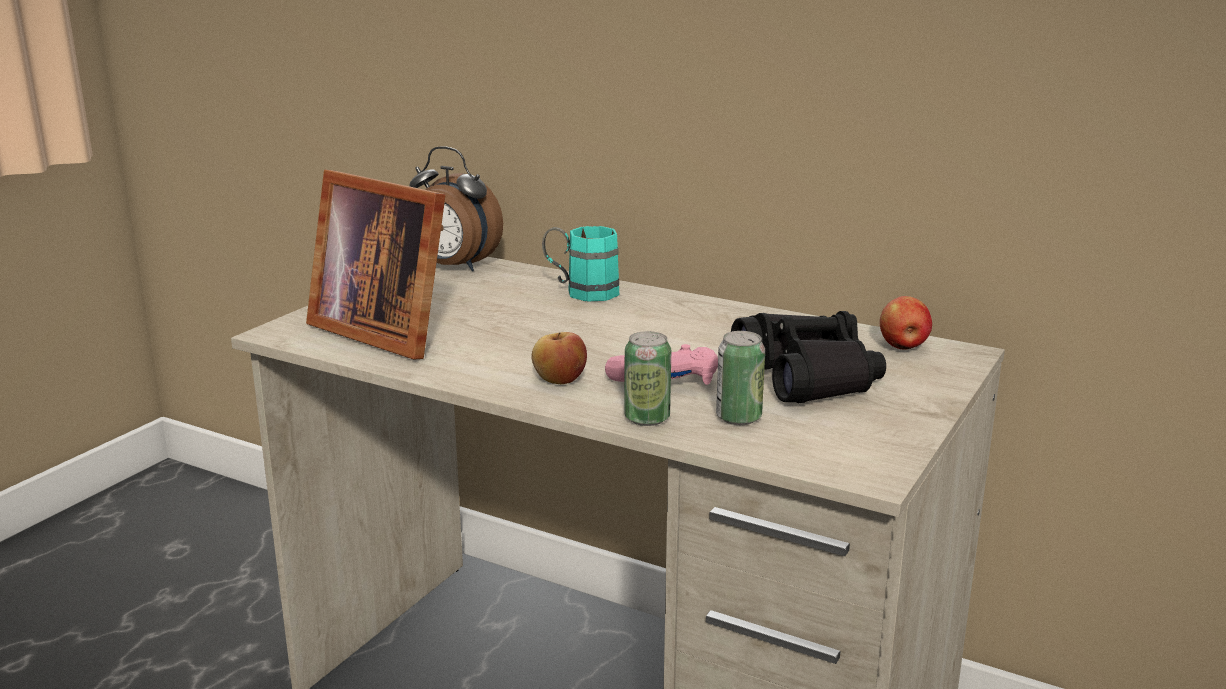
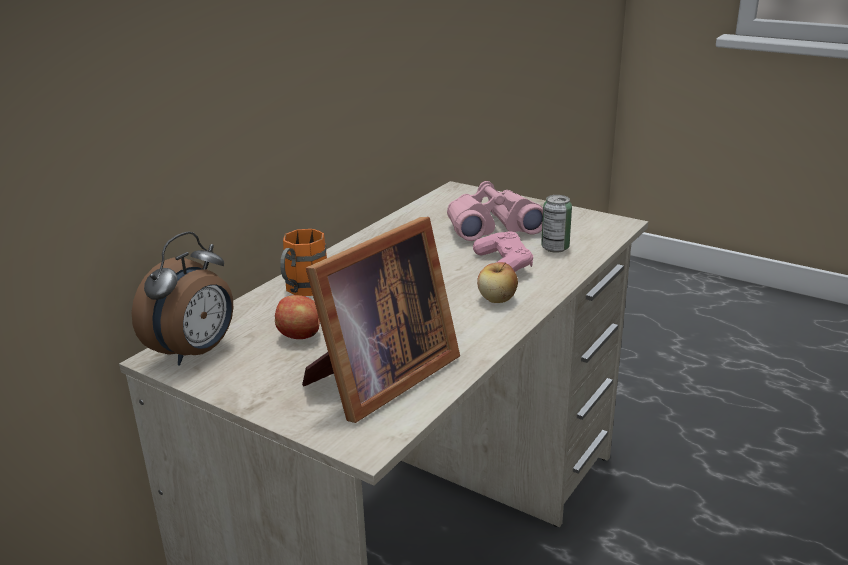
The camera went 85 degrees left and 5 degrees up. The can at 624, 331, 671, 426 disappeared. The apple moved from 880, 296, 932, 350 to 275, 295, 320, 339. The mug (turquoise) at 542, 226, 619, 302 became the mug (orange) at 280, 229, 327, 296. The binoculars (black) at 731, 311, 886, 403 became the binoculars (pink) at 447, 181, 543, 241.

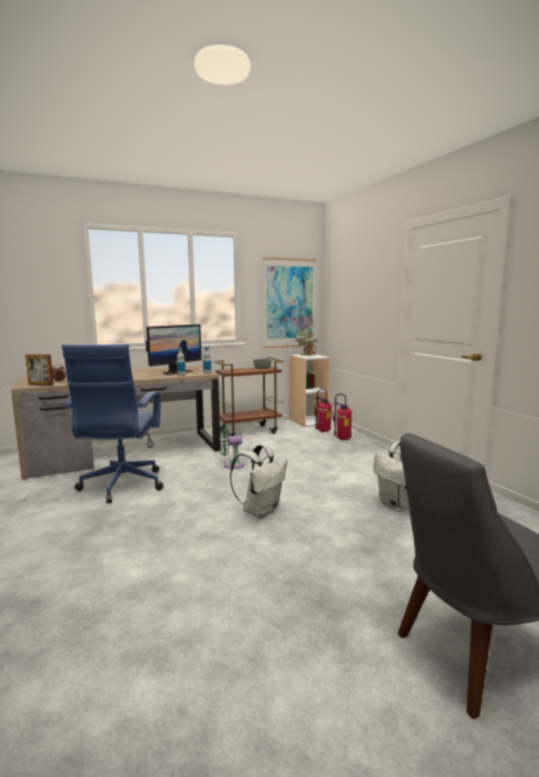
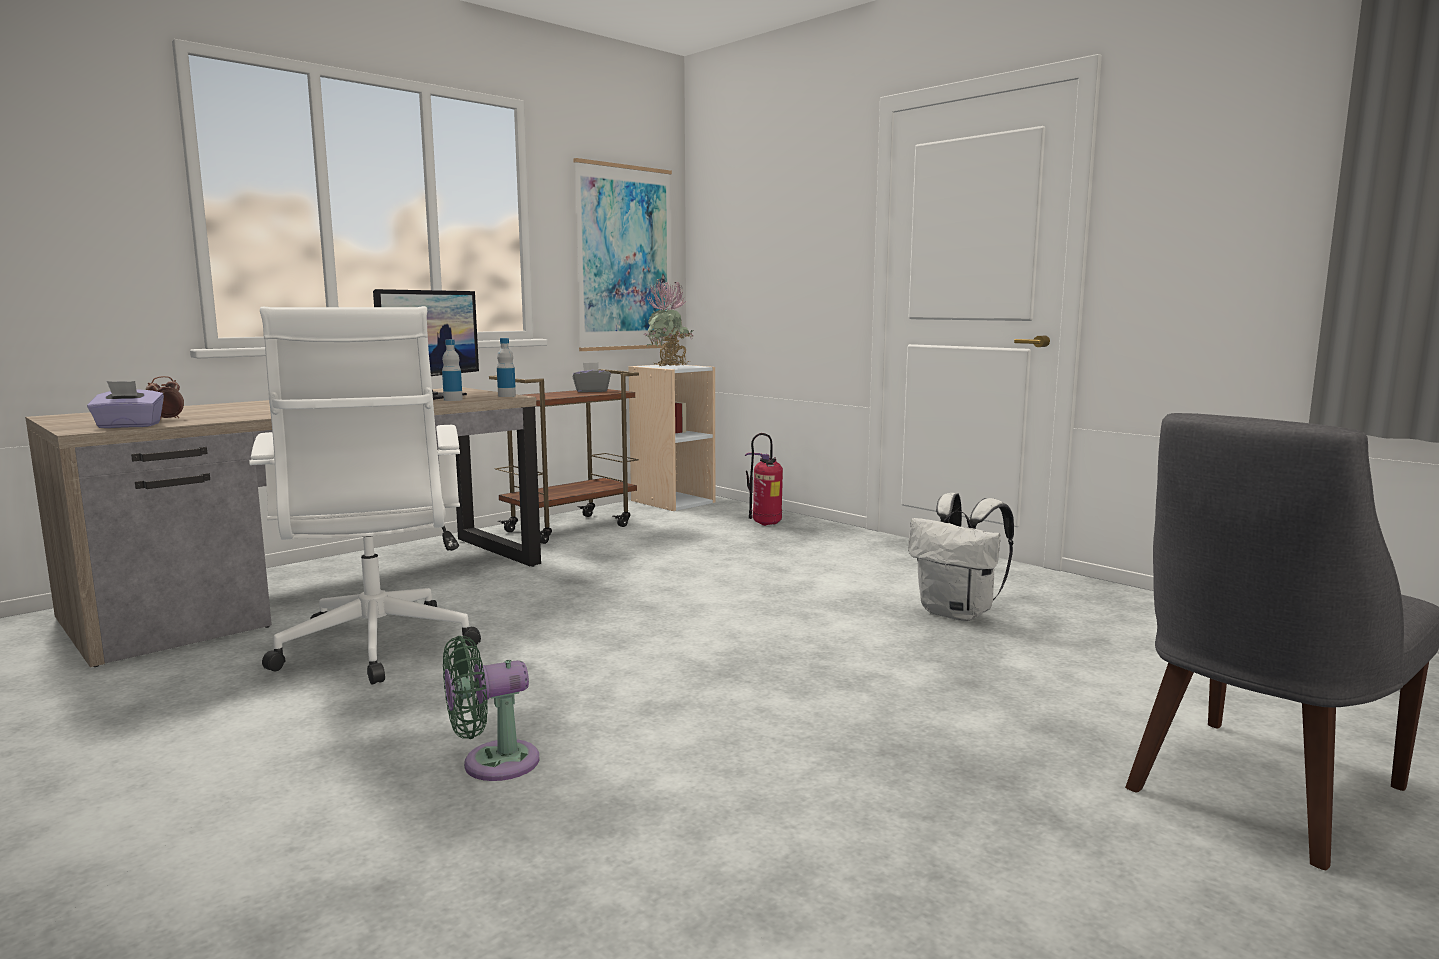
The camera went 20 degrees left and 0 degrees up. The backpack (white) at 230, 444, 287, 519 disappeared. The fire extinguisher at 314, 388, 332, 432 disappeared. The fan (green) moved from 220, 427, 245, 469 to 443, 636, 539, 781. The picture frame at 25, 355, 54, 385 was replaced by the tissue box (purple) at 87, 381, 164, 428. The office chair (blue) at 62, 344, 163, 504 became the office chair (white) at 249, 306, 481, 685.

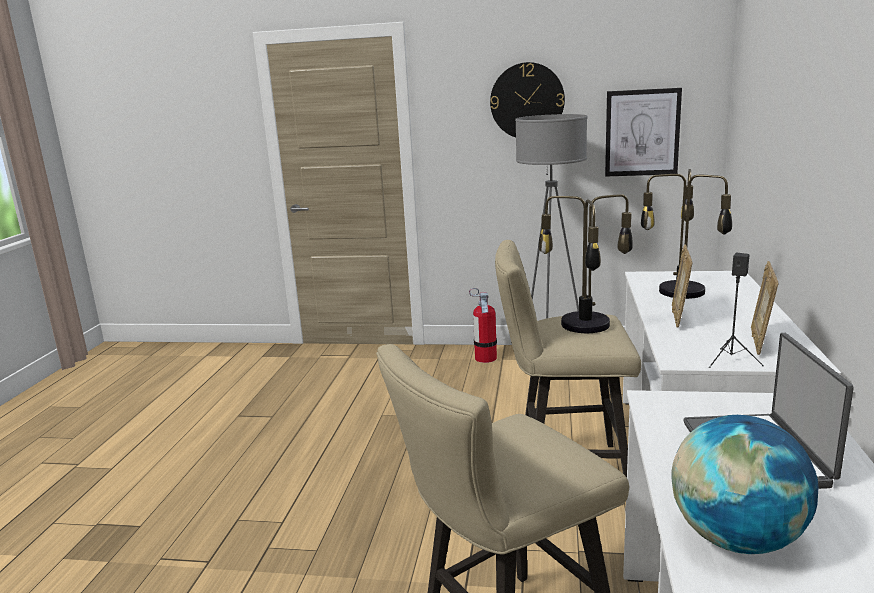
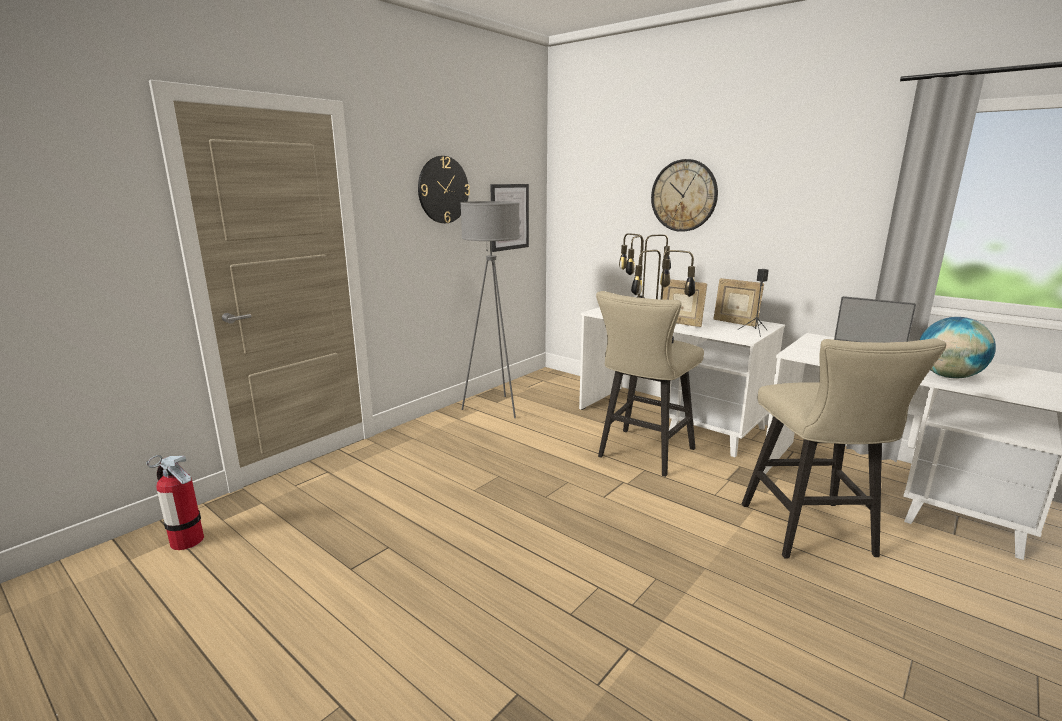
The camera went 60 degrees left and 0 degrees up. The wall clock at 651, 159, 718, 232 appeared. The fire extinguisher moved from 469, 288, 497, 363 to 147, 455, 204, 550.

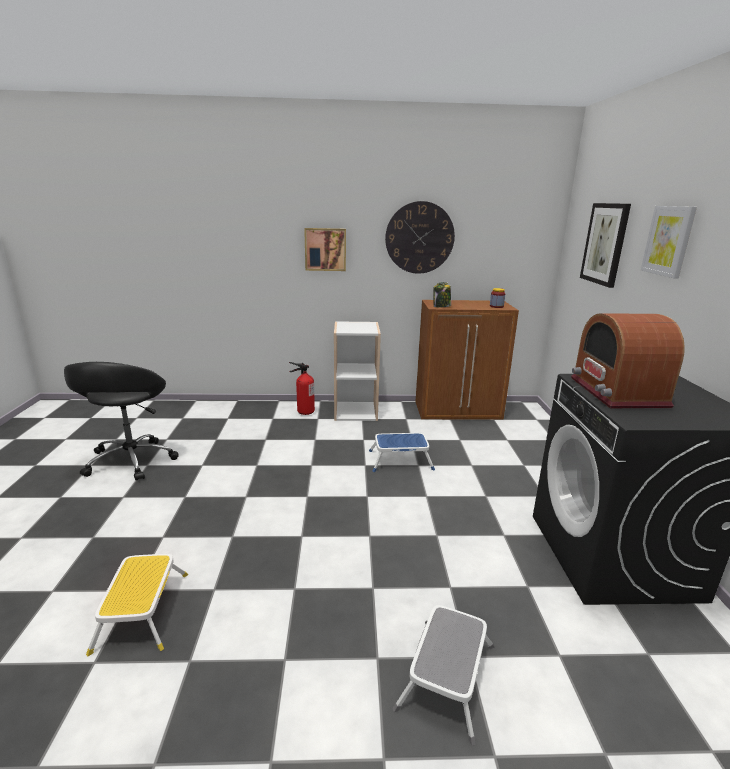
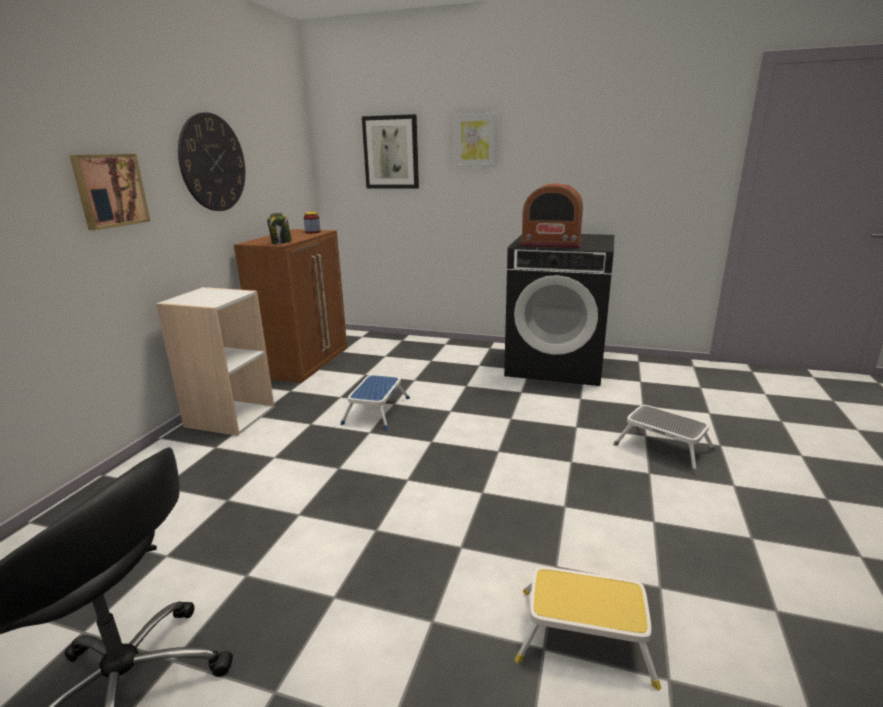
The camera went 70 degrees left and 0 degrees up. The fire extinguisher at 289, 362, 315, 415 disappeared.

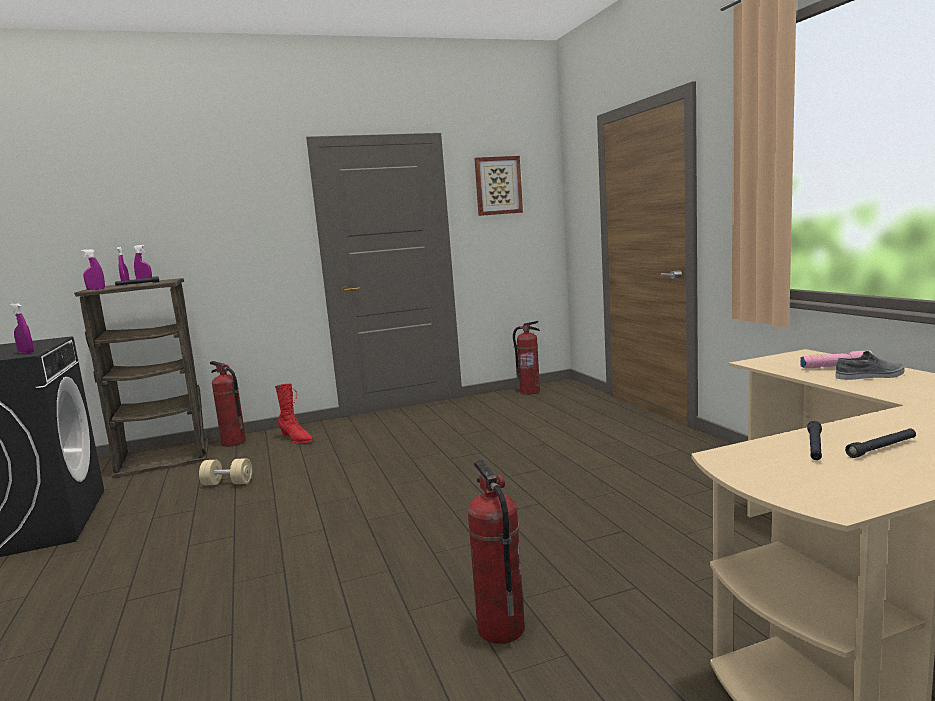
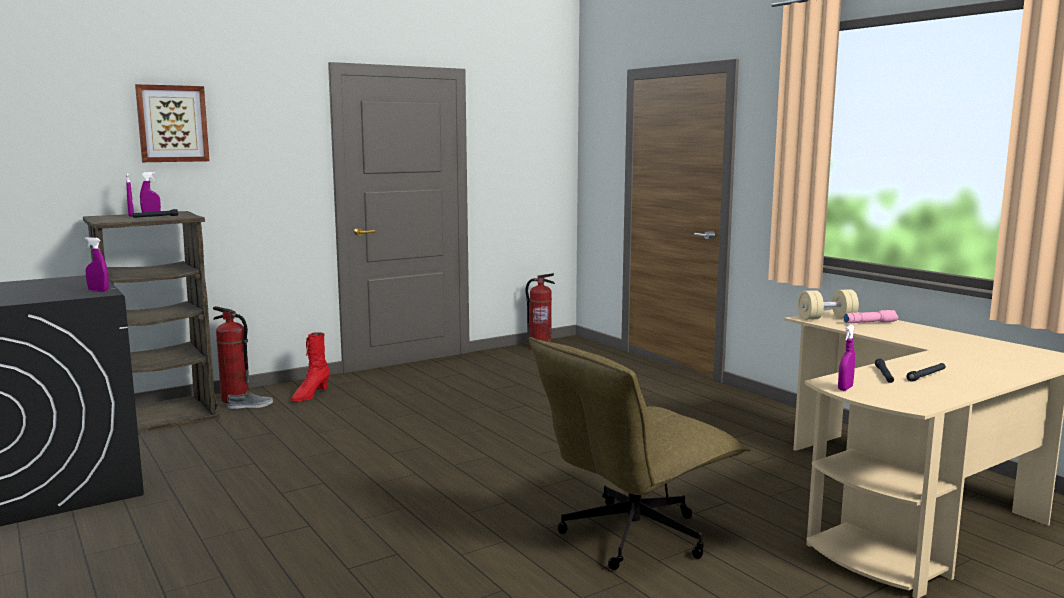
The camera went 15 degrees left and 0 degrees up. The spray bottle (purple) moved from 81, 249, 105, 290 to 838, 325, 855, 391. The dumbbell (beige) moved from 199, 458, 252, 485 to 798, 289, 859, 320. The picture moved from 474, 156, 523, 216 to 135, 84, 210, 162. The shoe (grey) moved from 836, 351, 905, 380 to 227, 391, 273, 409. The fire extinguisher at 468, 459, 525, 644 was replaced by the office chair (beige) at 528, 337, 750, 570. The boot (red) at 275, 384, 313, 444 turned 90 degrees clockwise.

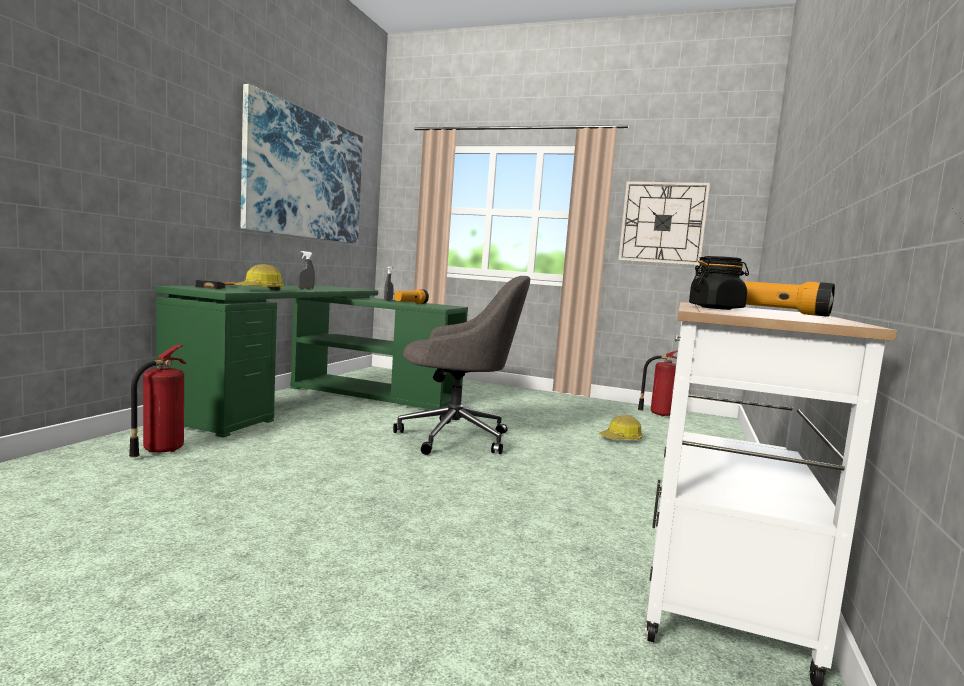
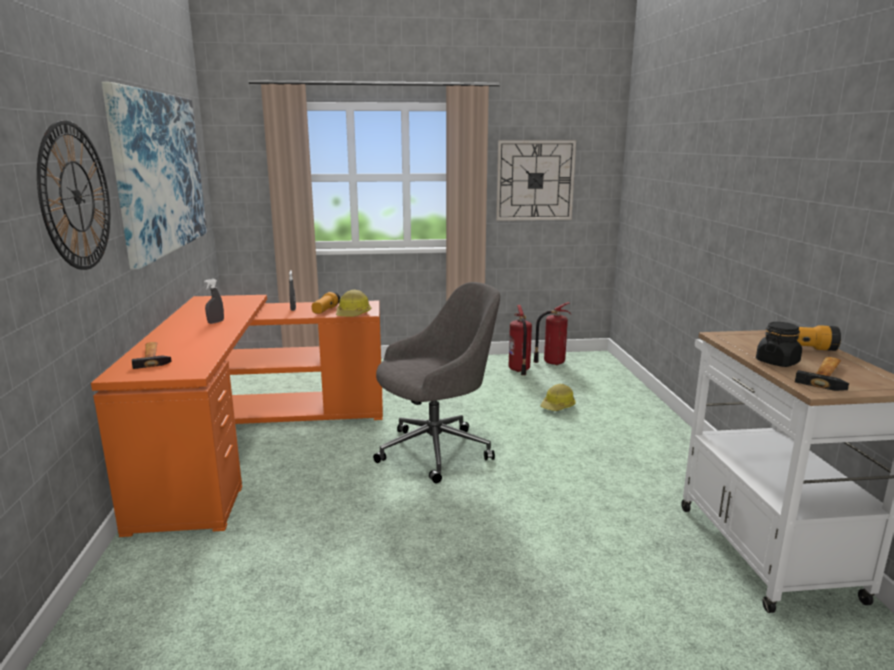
The camera went 25 degrees left and 10 degrees up. The wall clock at 37, 120, 110, 270 appeared. The hammer at 795, 357, 849, 391 appeared. The fire extinguisher moved from 129, 344, 186, 457 to 509, 305, 532, 376. The hard hat moved from 234, 264, 284, 291 to 336, 289, 372, 316. The desk (green) at 156, 286, 468, 438 became the desk (orange) at 91, 295, 383, 537.

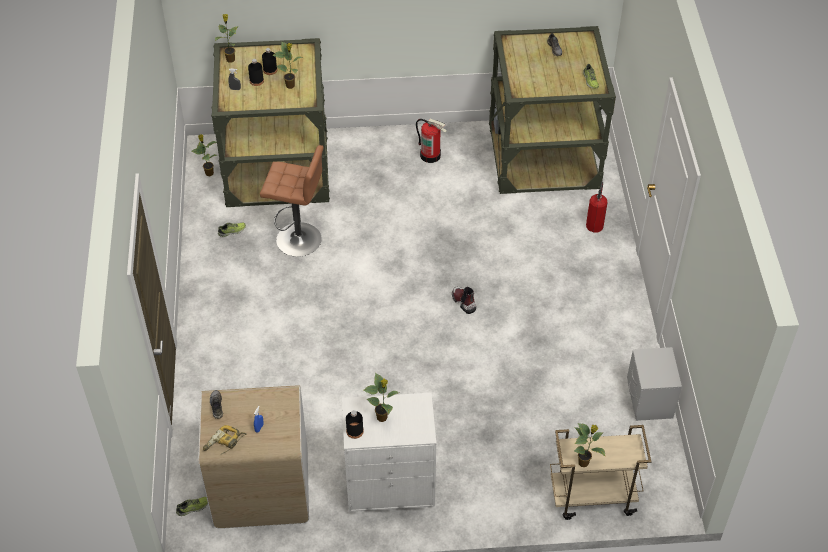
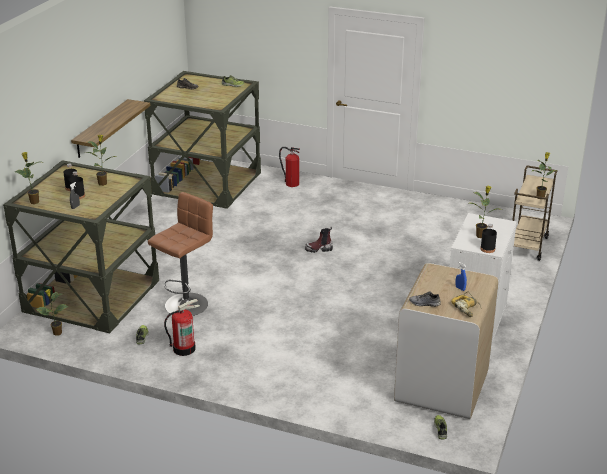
The camera went 65 degrees left and 20 degrees down. The nightstand (grey) at 627, 347, 682, 421 disappeared. The shelf at 71, 99, 150, 158 appeared. The fire extinguisher moved from 416, 119, 447, 163 to 164, 299, 200, 356.

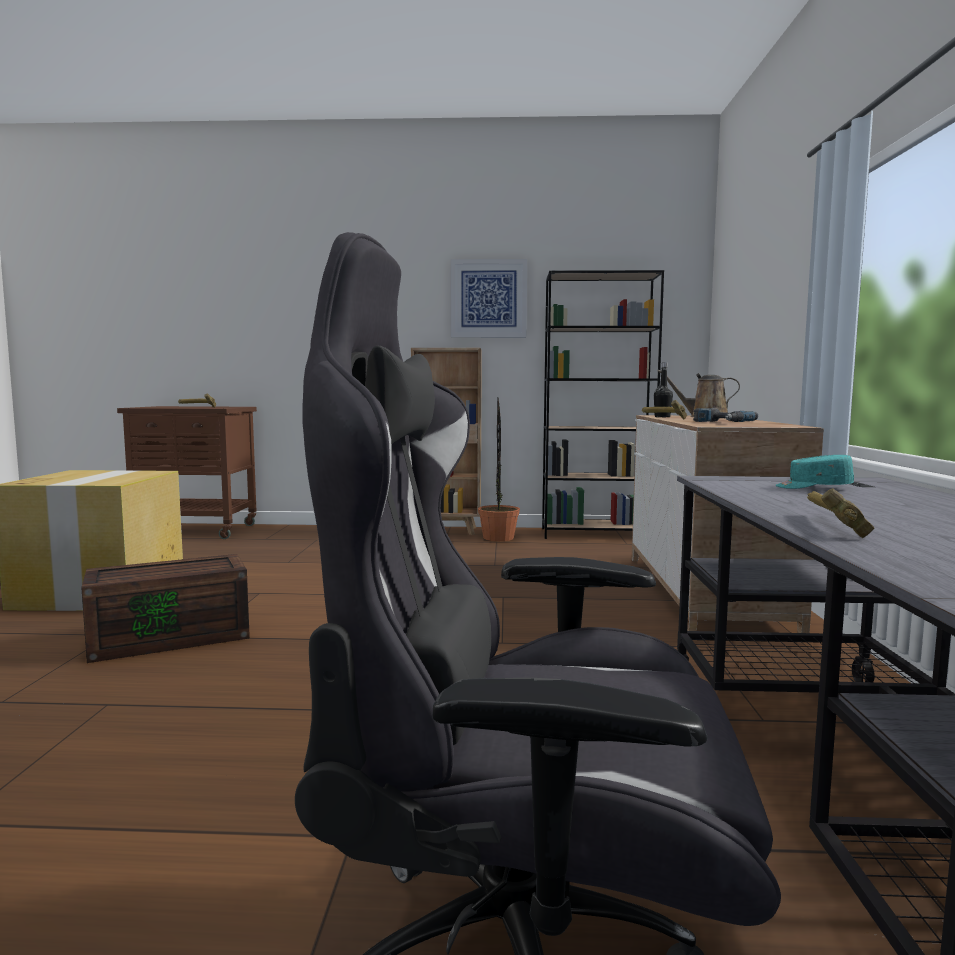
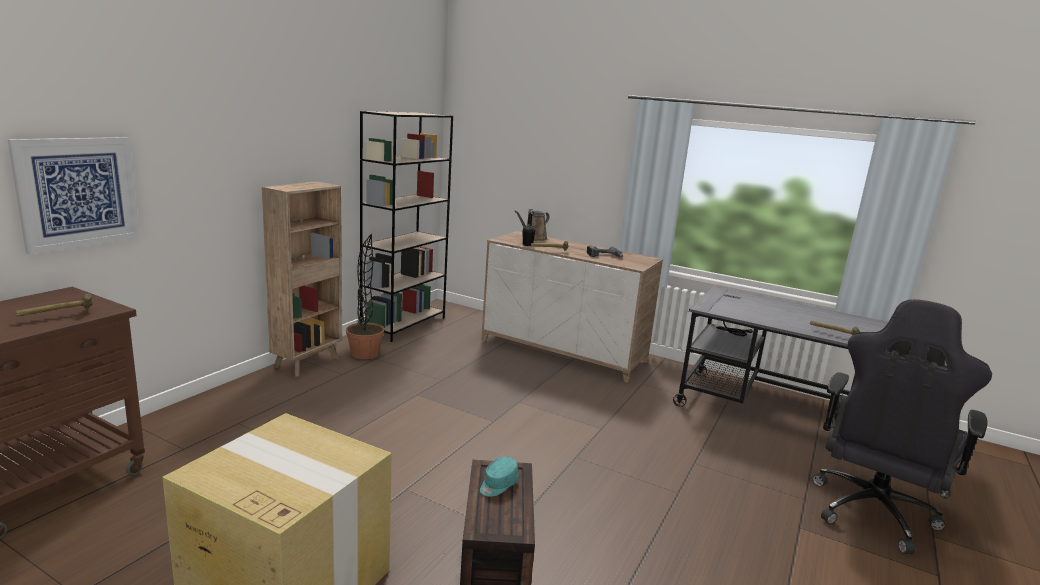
The camera went 65 degrees left and 10 degrees up. The picture moved from 451, 259, 527, 337 to 7, 137, 140, 255. The cap (turquoise) moved from 776, 455, 854, 489 to 480, 457, 519, 497.

